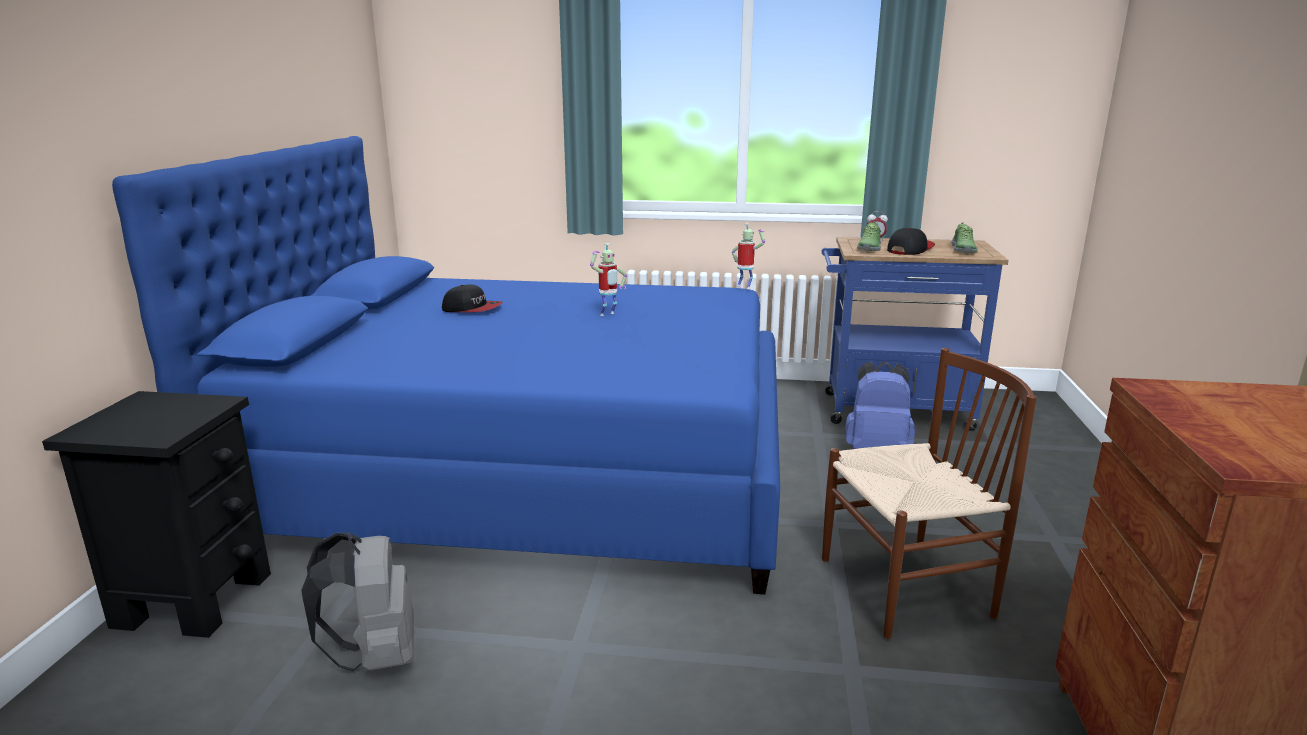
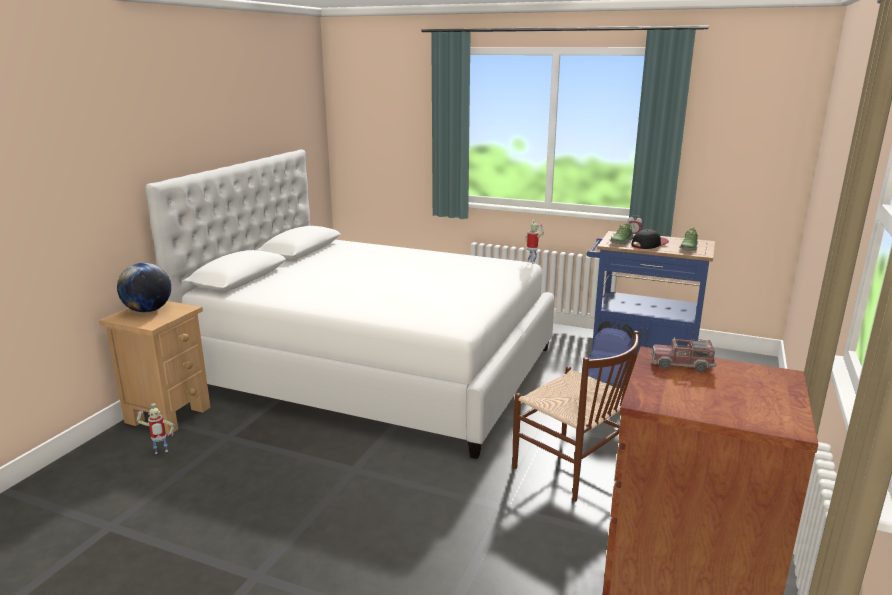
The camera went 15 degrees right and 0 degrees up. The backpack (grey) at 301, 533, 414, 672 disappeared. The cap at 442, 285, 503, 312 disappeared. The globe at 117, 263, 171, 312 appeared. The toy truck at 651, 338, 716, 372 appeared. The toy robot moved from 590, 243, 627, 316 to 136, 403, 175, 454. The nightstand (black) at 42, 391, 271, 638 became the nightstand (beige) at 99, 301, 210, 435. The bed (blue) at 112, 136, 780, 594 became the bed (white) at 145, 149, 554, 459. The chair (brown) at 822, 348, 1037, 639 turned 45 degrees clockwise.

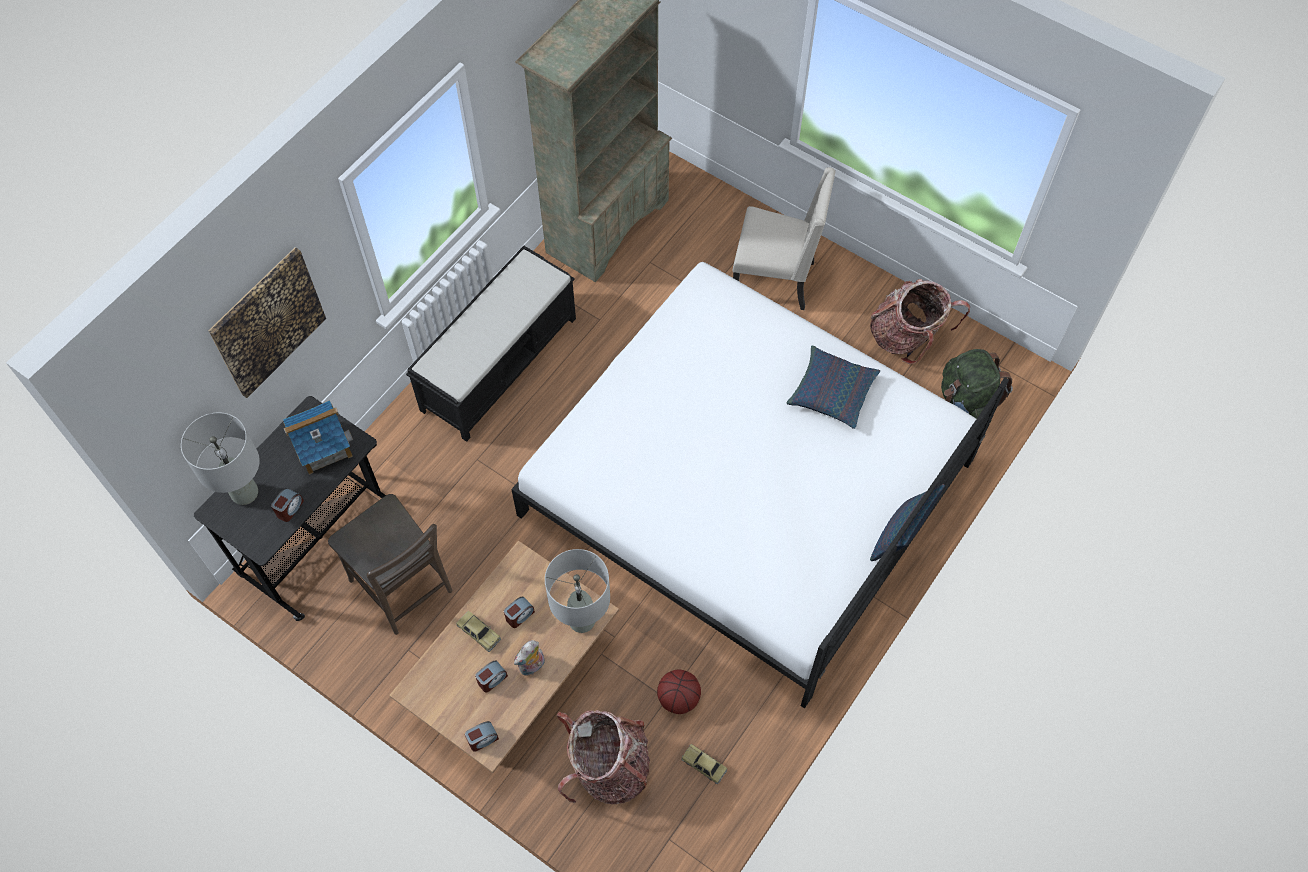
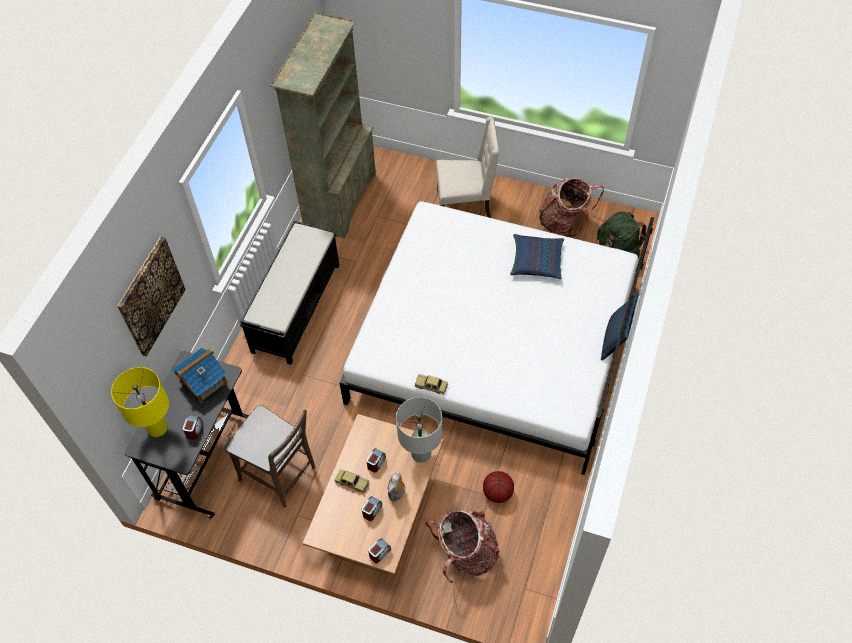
The camera went 15 degrees left and 5 degrees down. The toy car moved from 681, 744, 727, 784 to 415, 374, 448, 395. The table lamp (grey) at 181, 413, 260, 505 became the table lamp (yellow) at 111, 367, 169, 437.

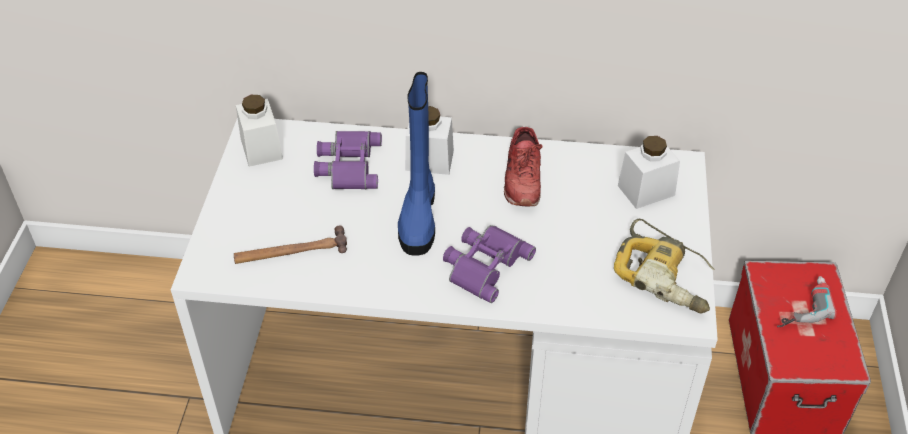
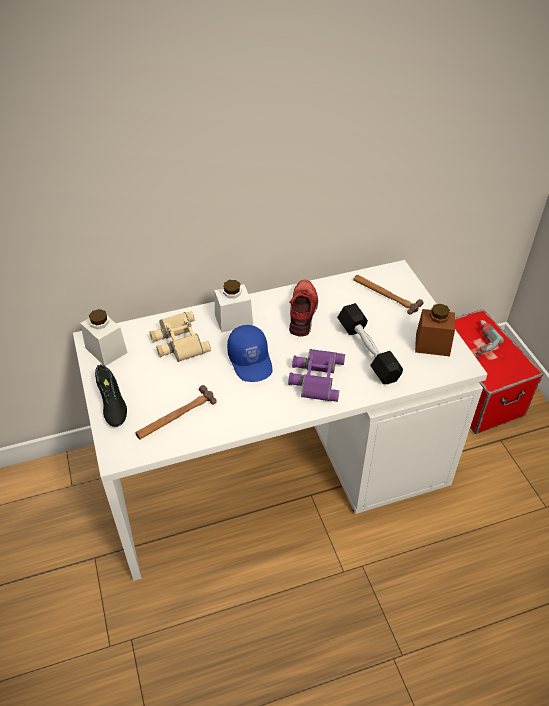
The camera went 25 degrees left and 0 degrees up. The shoe (black) at 95, 364, 127, 427 appeared. The dumbbell (black) at 337, 303, 403, 384 appeared. The boot (blue) at 398, 72, 435, 256 was replaced by the cap (blue) at 227, 325, 273, 382. The power drill at 614, 219, 714, 313 was replaced by the jar (brown) at 415, 304, 455, 356. The jar (white) at 618, 136, 680, 209 was replaced by the hammer at 354, 275, 424, 315. The binoculars (purple) at 314, 131, 382, 189 became the binoculars (beige) at 149, 311, 211, 362. The shoe (red) at 504, 127, 542, 206 turned 150 degrees counterclockwise.

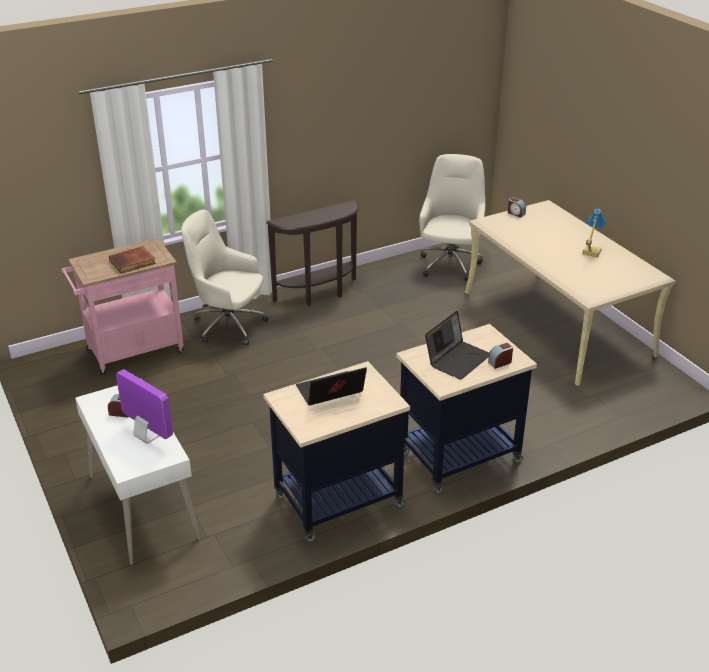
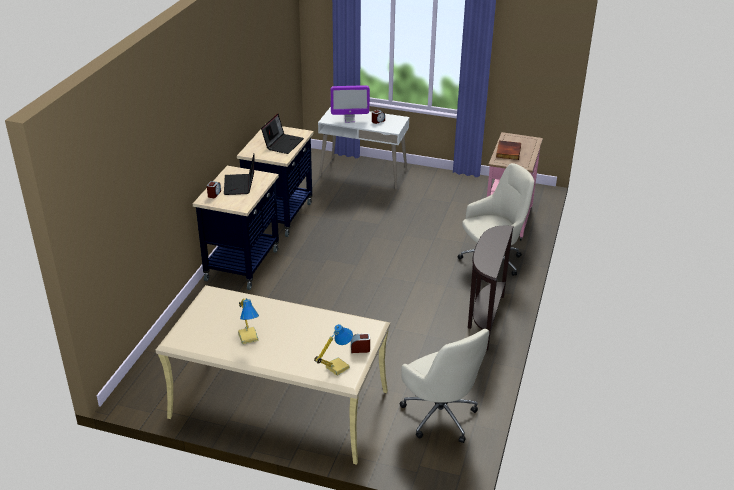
The camera went 135 degrees right and 0 degrees up. The table lamp at 314, 324, 353, 376 appeared.

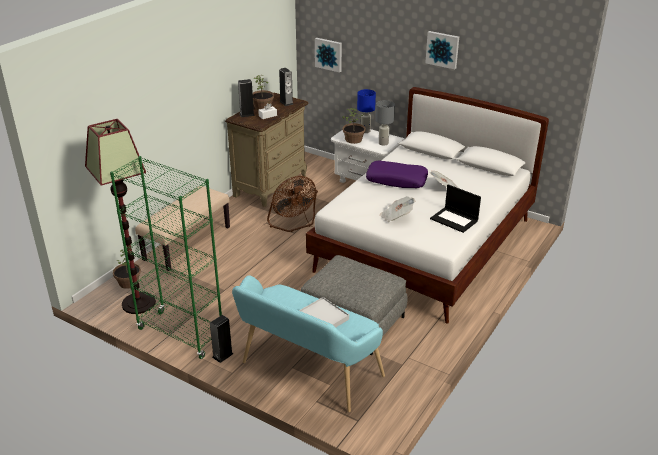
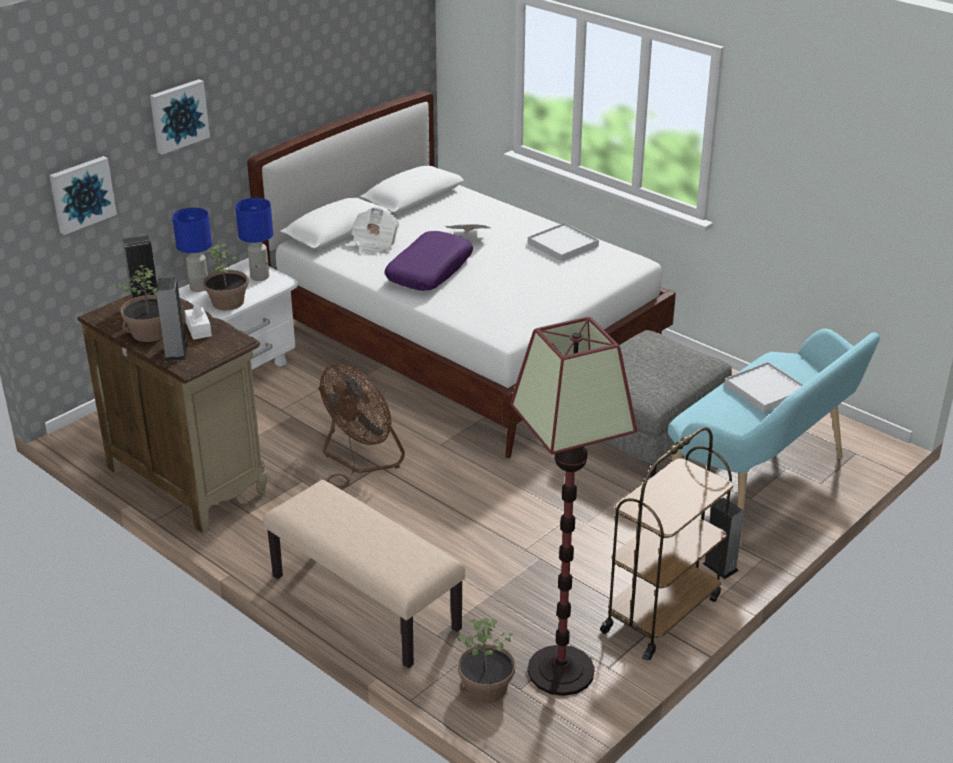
The camera went 80 degrees left and 0 degrees up. The newspaper moved from 380, 196, 416, 222 to 350, 207, 399, 256. The picture moved from 425, 31, 459, 70 to 150, 79, 210, 155. The bookcase (green) at 110, 156, 222, 359 was replaced by the cart (brown) at 600, 427, 733, 661. The laptop at 430, 184, 481, 233 was replaced by the tray (white) at 528, 223, 599, 262. The table lamp (grey) at 375, 100, 395, 146 became the table lamp (blue) at 235, 198, 273, 281. The fan (brown) at 267, 176, 318, 232 turned 150 degrees clockwise.

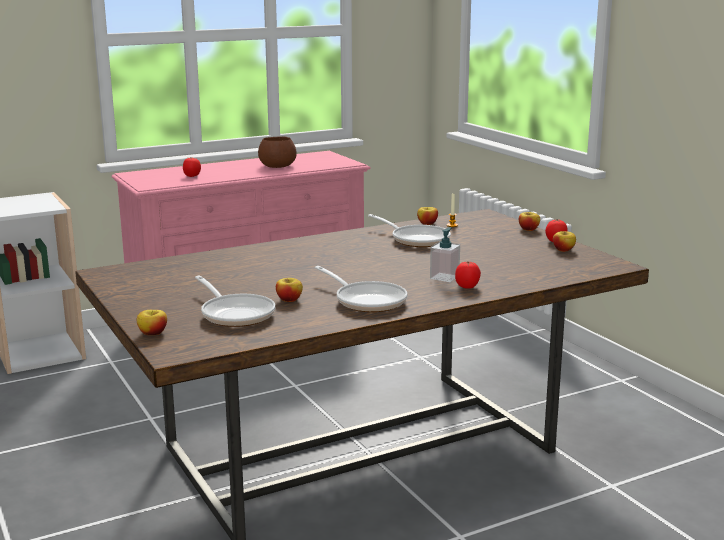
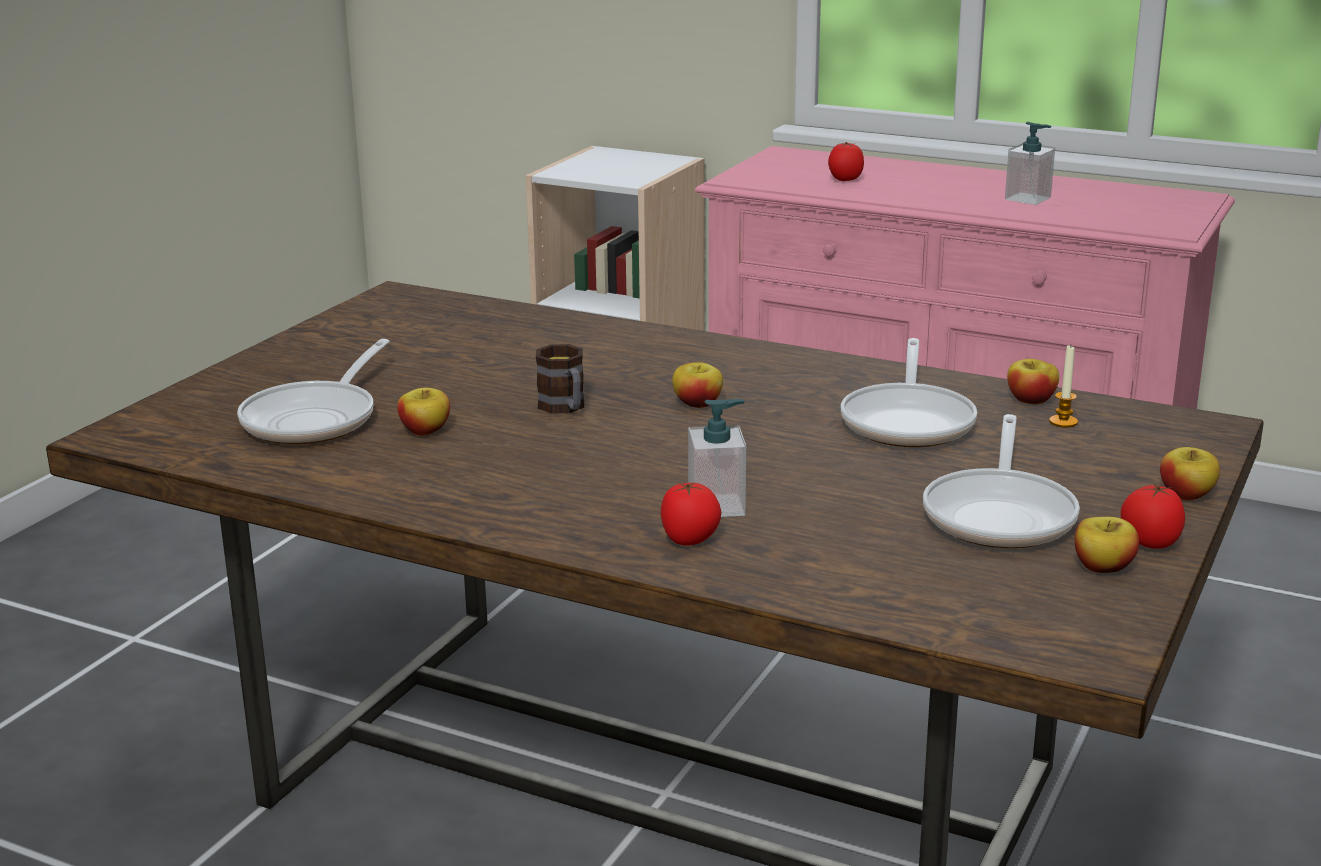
The camera went 55 degrees right and 5 degrees up. The mug at 536, 344, 584, 414 appeared. The apple moved from 137, 310, 167, 335 to 672, 362, 723, 408. The frying pan moved from 315, 266, 407, 312 to 923, 414, 1080, 548. The bowl (brown) at 258, 136, 297, 168 was replaced by the soap dispenser at 1005, 122, 1055, 205.

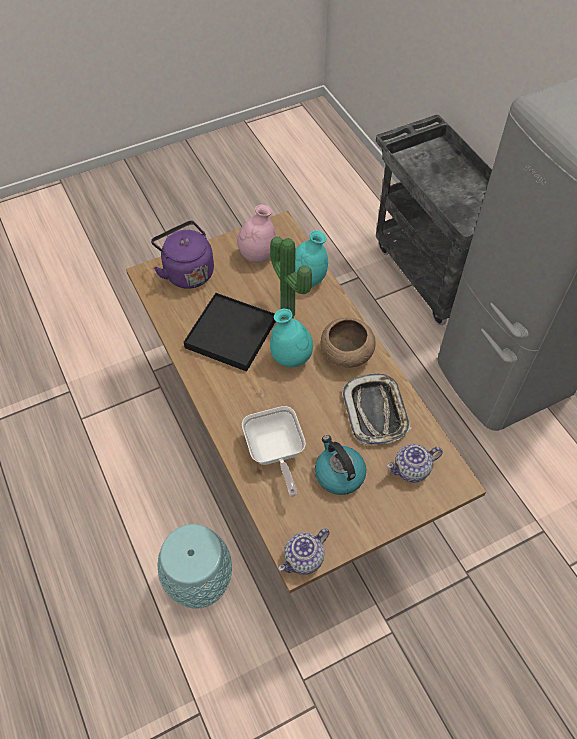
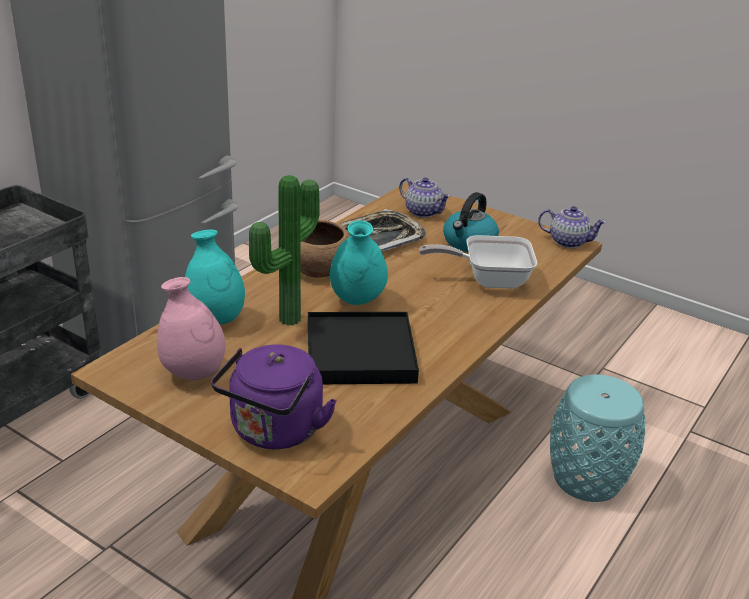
The camera went 120 degrees left and 25 degrees down. The frying pan at 242, 406, 306, 497 turned 135 degrees counterclockwise.

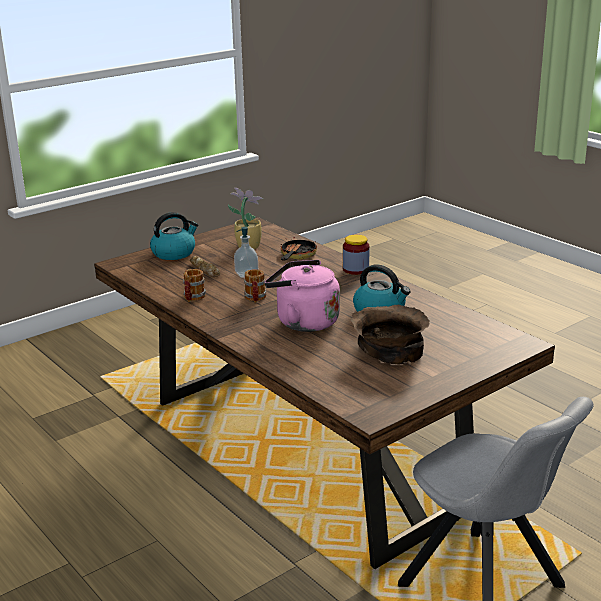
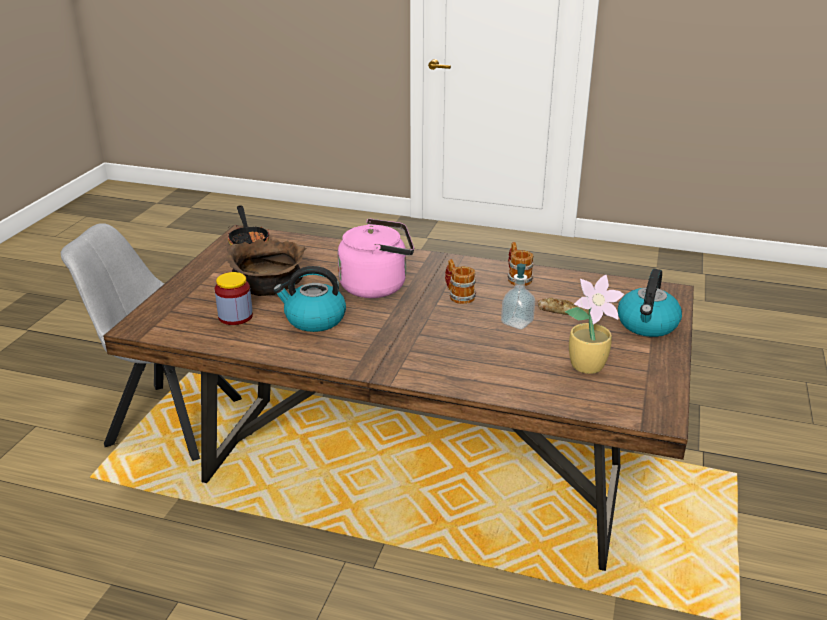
The camera went 145 degrees right and 5 degrees up. The frying pan moved from 281, 237, 317, 260 to 228, 205, 269, 246. The jar moved from 343, 235, 369, 275 to 215, 272, 253, 325.

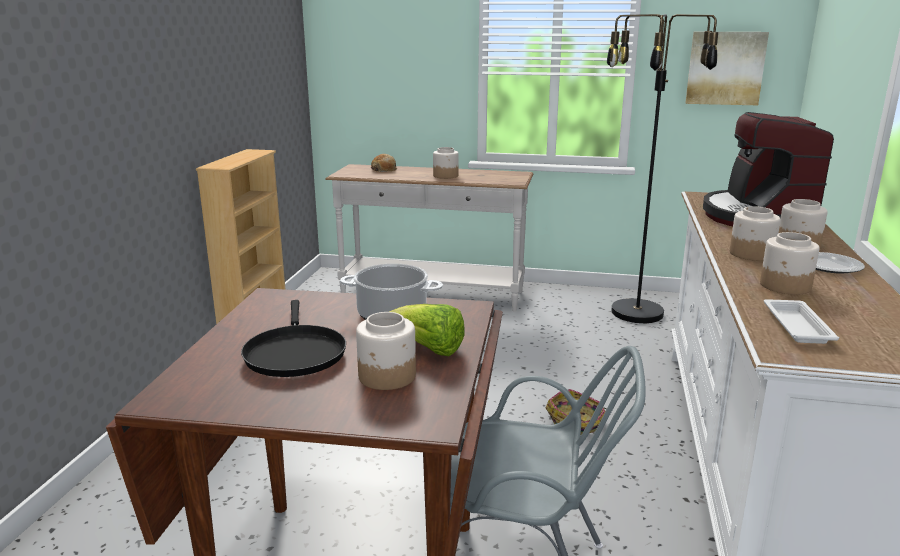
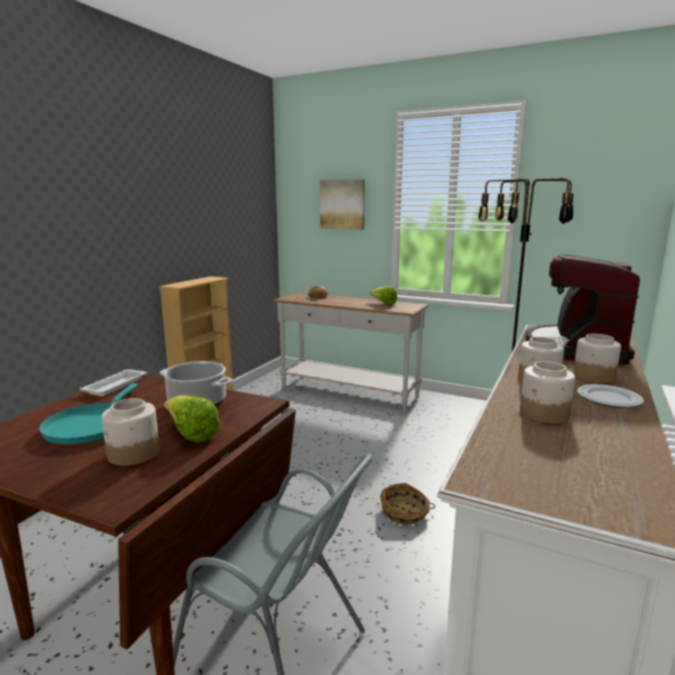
The camera went 15 degrees right and 5 degrees down. The jar at 433, 147, 459, 179 disappeared. The lettuce at 370, 286, 397, 305 appeared. The picture moved from 685, 32, 769, 105 to 320, 179, 365, 230. The tray (white) moved from 764, 299, 839, 344 to 80, 369, 147, 396. The frying pan (black) at 241, 300, 346, 377 became the frying pan (turquoise) at 39, 383, 138, 444.

